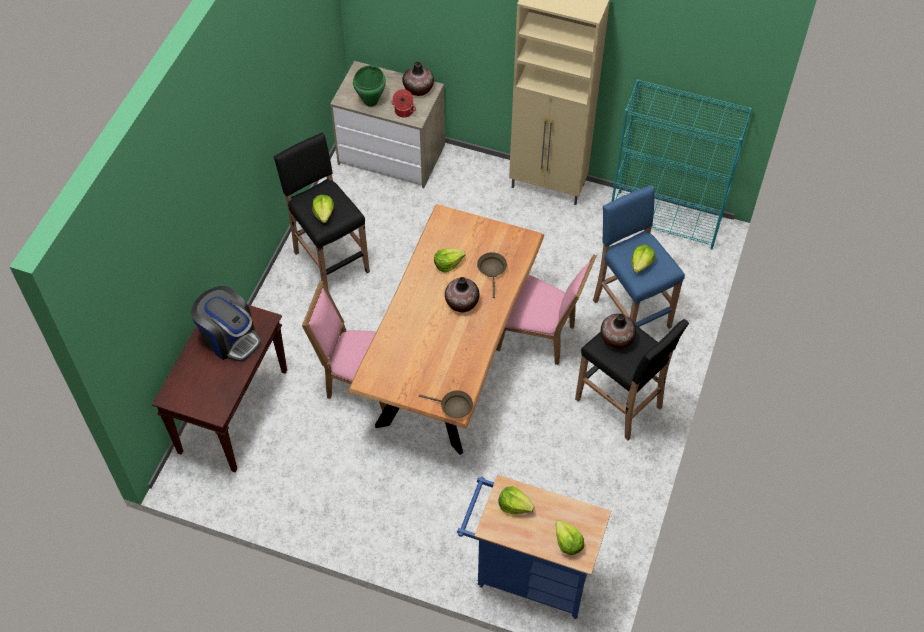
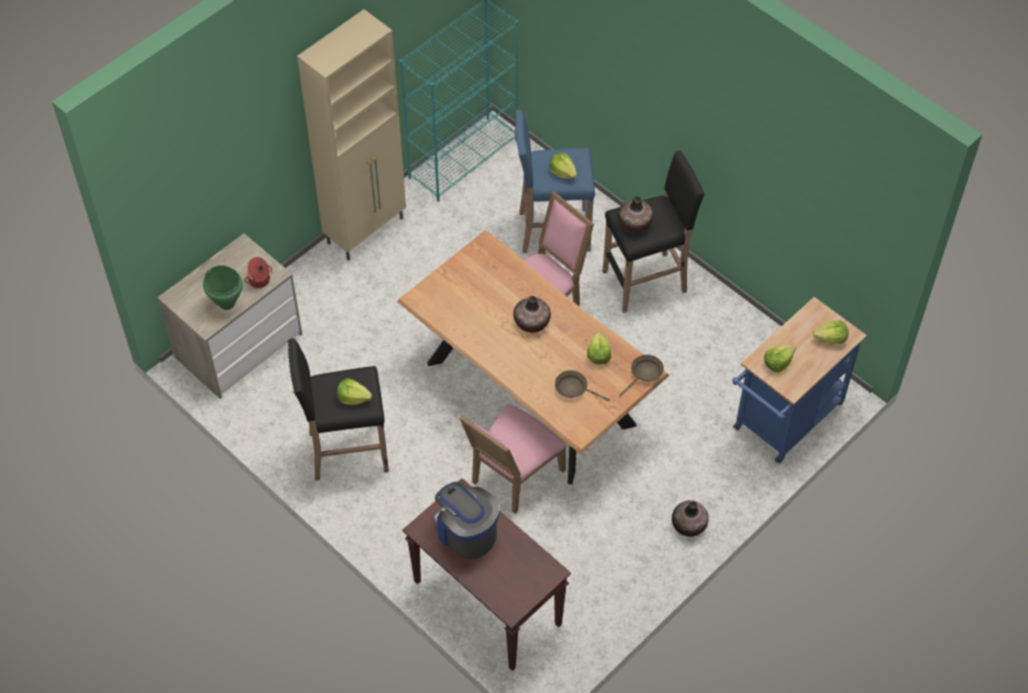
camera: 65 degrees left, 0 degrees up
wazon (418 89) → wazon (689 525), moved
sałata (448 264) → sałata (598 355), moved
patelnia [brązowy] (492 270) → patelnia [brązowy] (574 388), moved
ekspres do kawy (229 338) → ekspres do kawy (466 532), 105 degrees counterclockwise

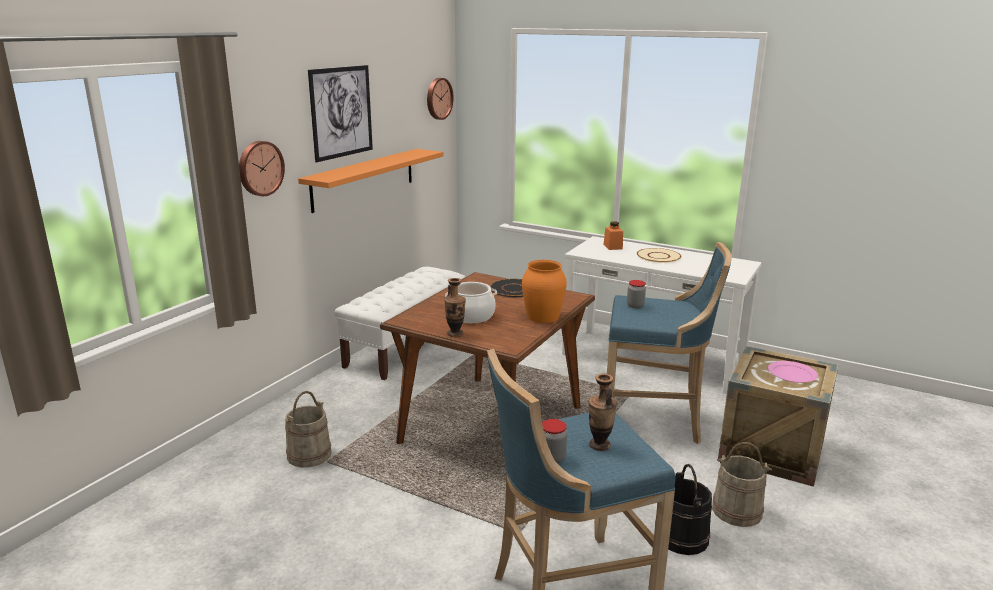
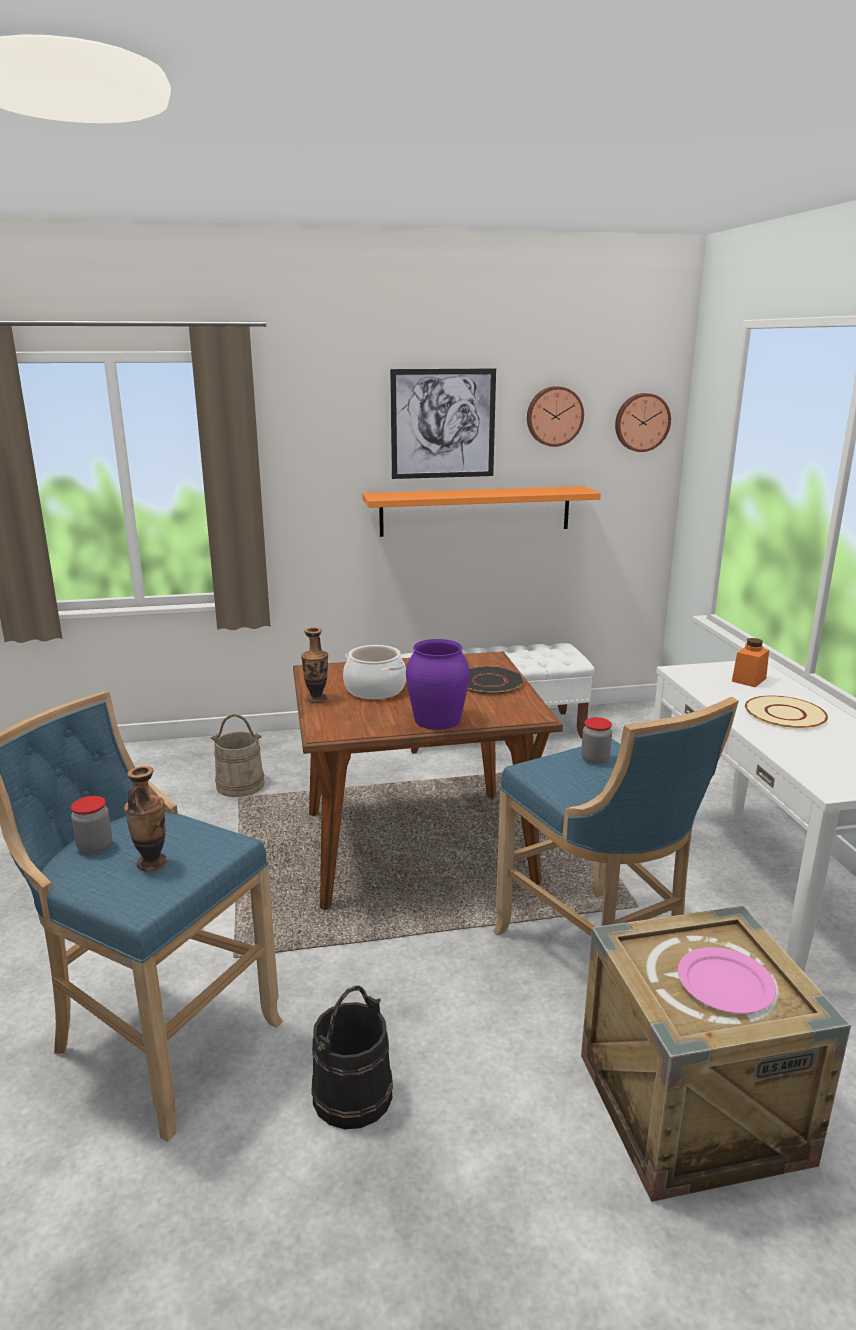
camera: 50 degrees right, 0 degrees up
zegar ścienny (259 168) → zegar ścienny (554 416), moved
wazon [pomarańczowy] (543 316) → wazon [fioletowy] (438 720)
wiadro [beżowy] (736 511) → -

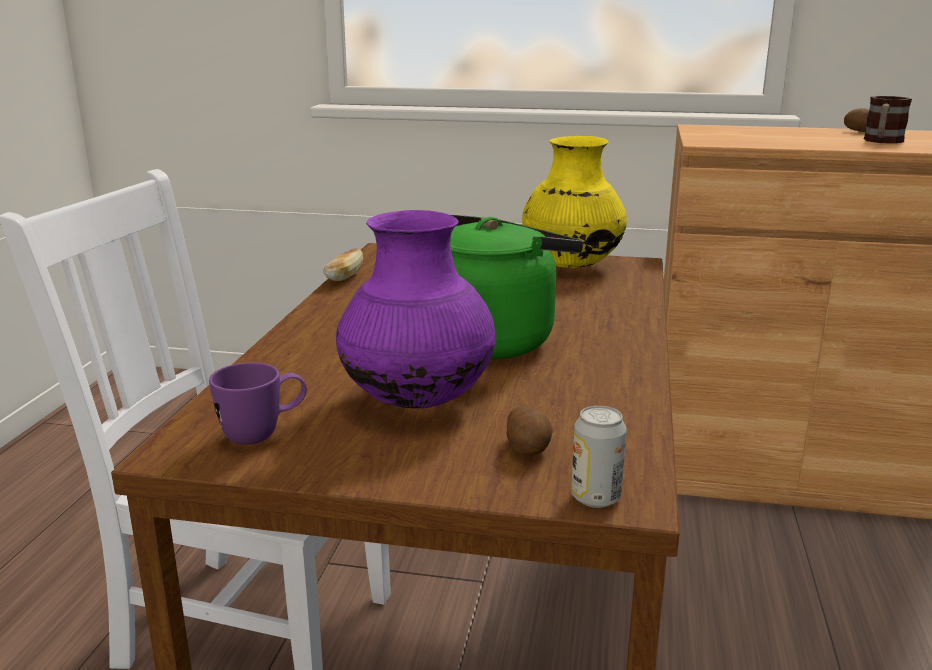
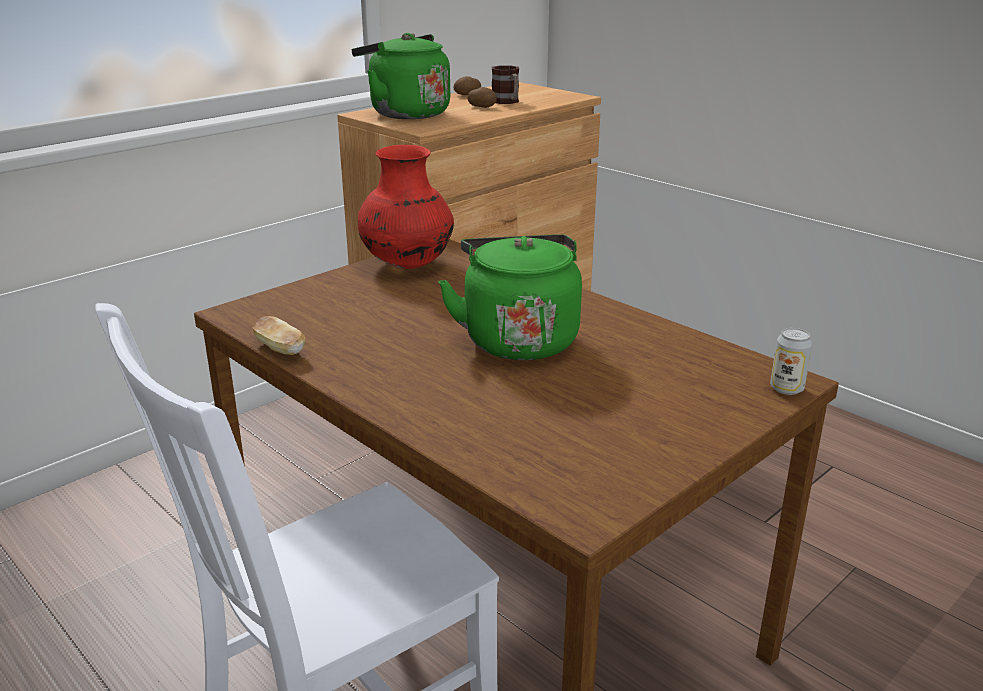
camera: 55 degrees left, 5 degrees up
wazon [żółty] (571 265) → wazon [czerwony] (407 264)
wazon [fioletowy] (418 401) → -
kubek [fioletowy] (263 434) → -
ziemniak (528 448) → ziemniak (482 107), moved
- → czajnik [zielony] (405 113)

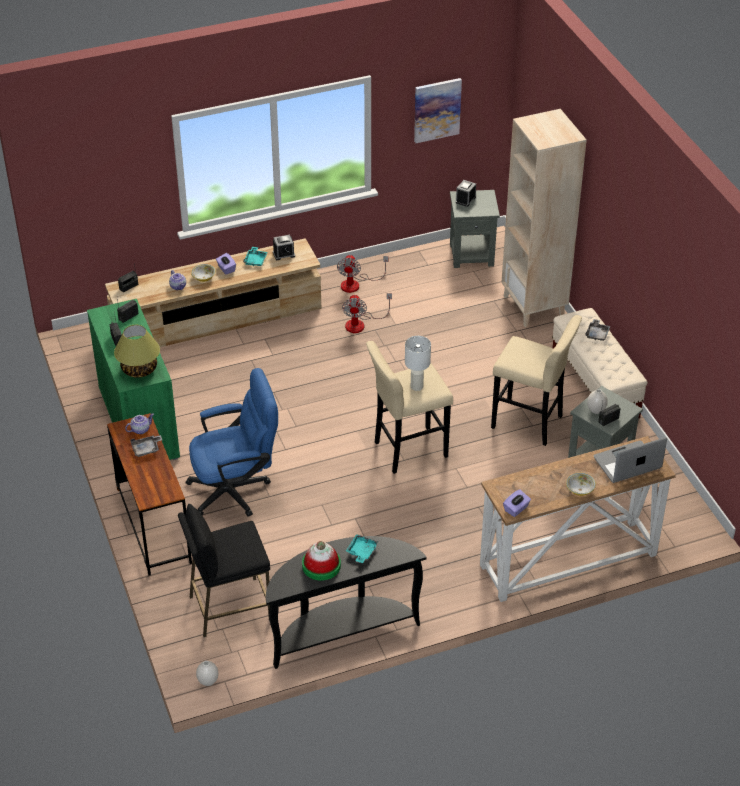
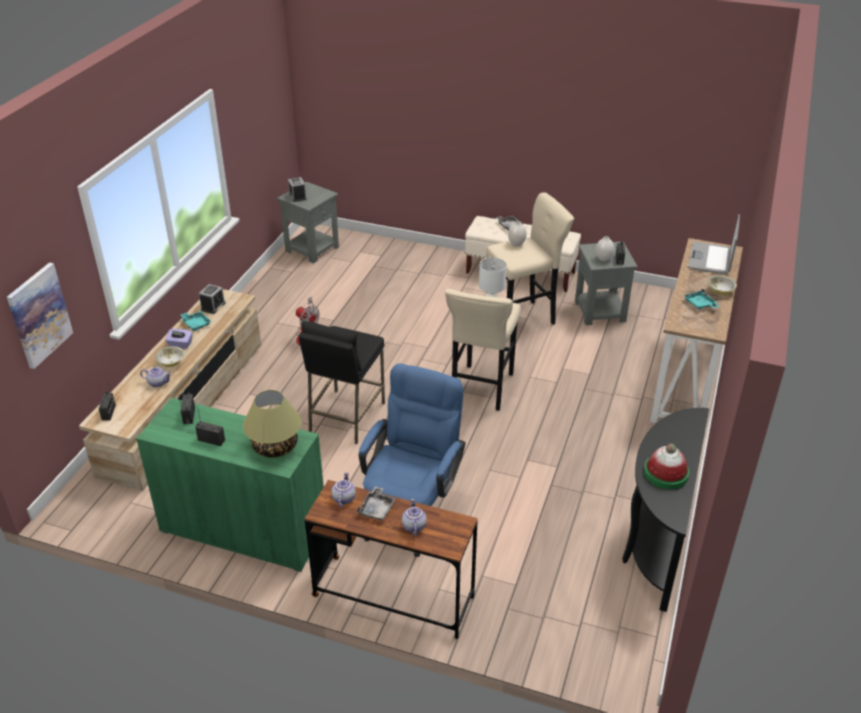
camera: 50 degrees left, 5 degrees down
obraz (437 110) → obraz (39 315), moved
regał [beżowy] (534 306) → -
wentylator (356 284) → -
pudełko chusteczek [fioletowy] (516 509) → -
stołek [czarny] (229 608) → stołek [czarny] (346 417), moved
taca [turkusowy] (361 552) → taca [turkusowy] (700 304), moved
wazon [biały] (208 681) → wazon [biały] (516 244), moved
- → imbryk (413 526)

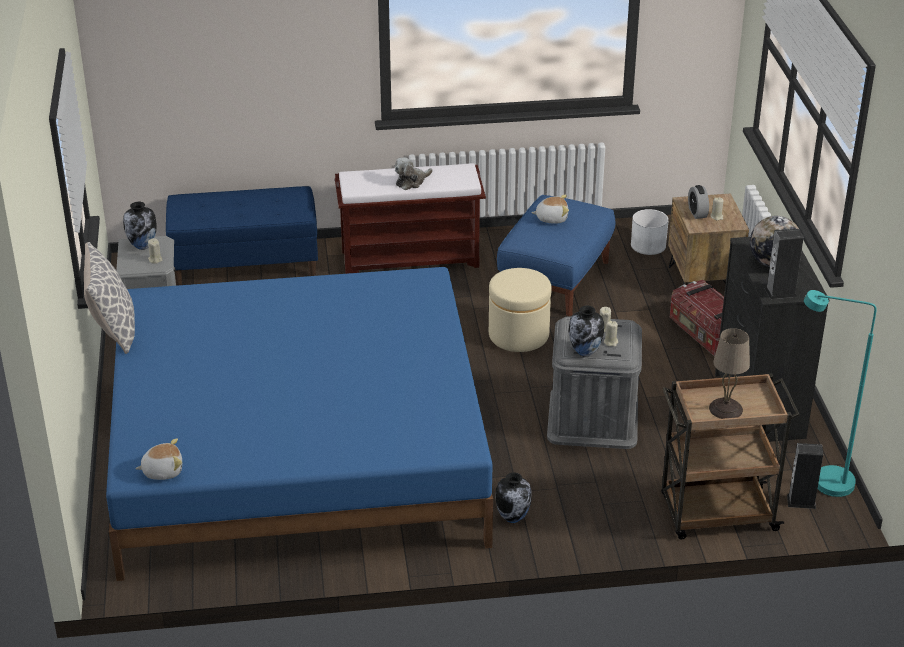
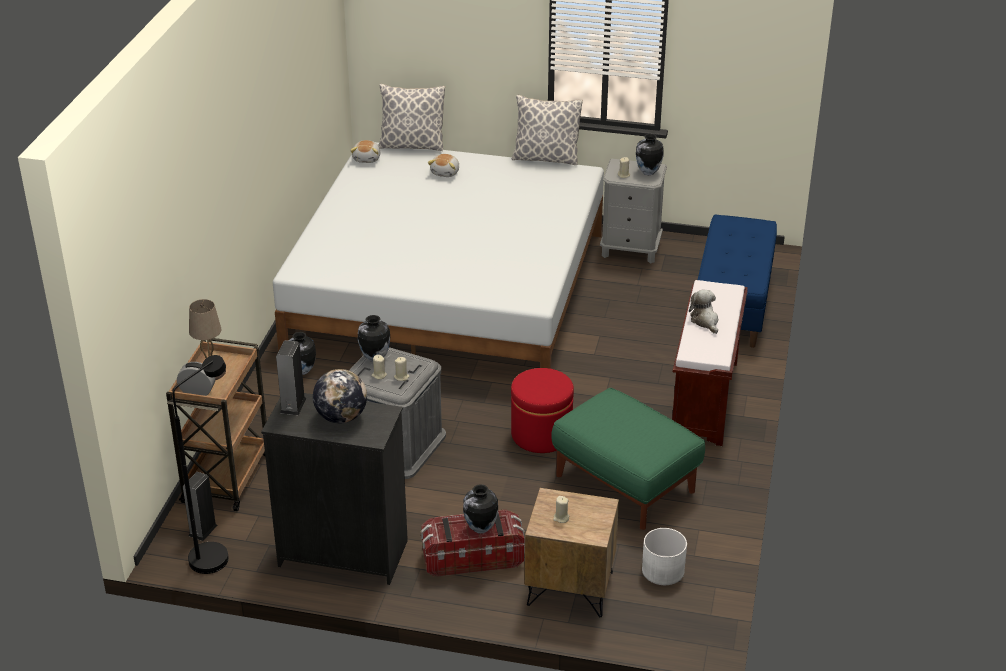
camera: 110 degrees right, 0 degrees up
budzik (697 213) → budzik (197 390), moved
pufa [niebieski] (556 279) → pufa [zielony] (625 483)
pluszak (551 218) → pluszak (446 172), moved
łóżko [niebieski] (298 451) → łóżko [biały] (449 291)
pufa [beżowy] (518 335) → pufa [czerwony] (541 434)
lampa stojąca [turkusowy] (821 482) → lampa stojąca [czarny] (215 553)
- → poduszka (412 145)
- → wazon (480 529)

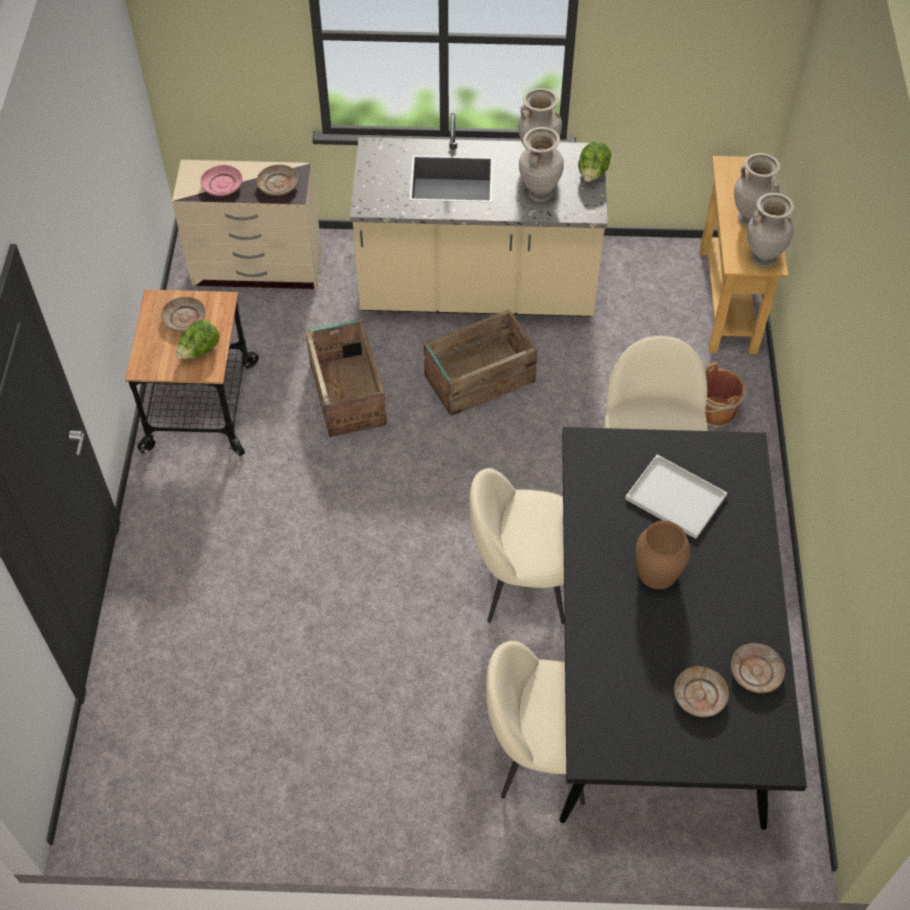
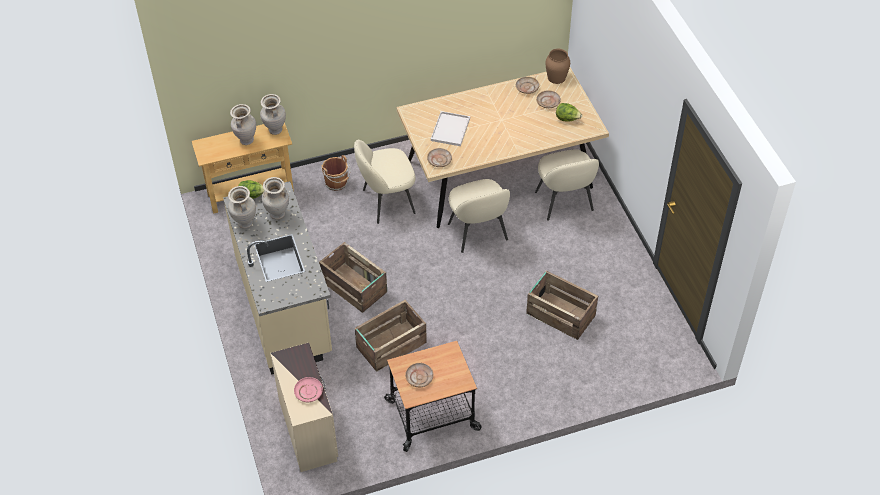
camera: 110 degrees left, 5 degrees down
talerz [beżowy] (278 185) → talerz [beżowy] (439 160), moved
sałata (199 351) → sałata (567 119), moved
stół jadalny [czarny] (655 668) → stół jadalny [beżowy] (500 173)
wazon [brązowy] (658 572) → wazon [brązowy] (556 77), moved
- → skrzynka (560 314)

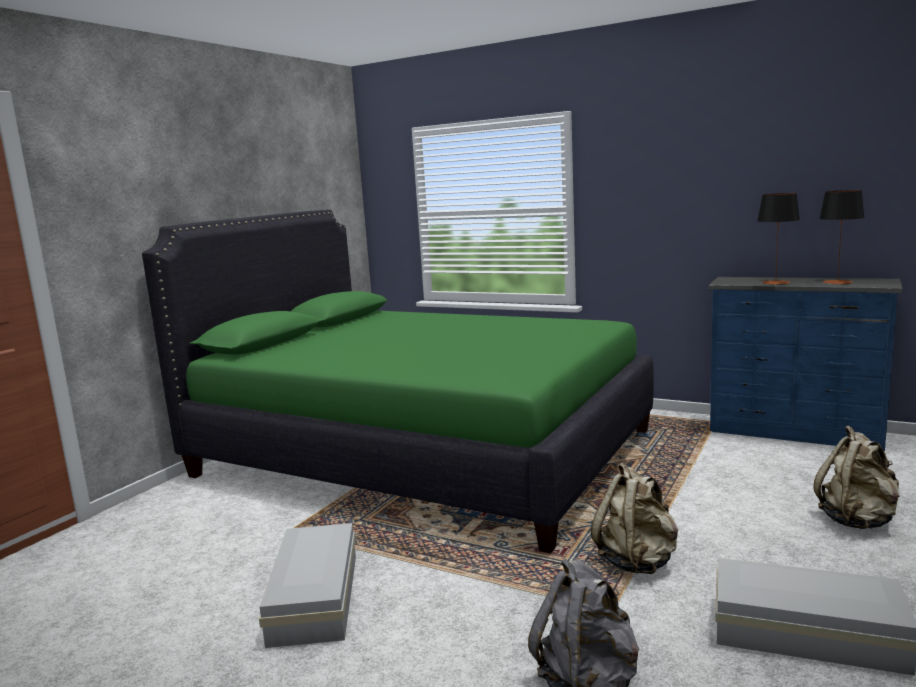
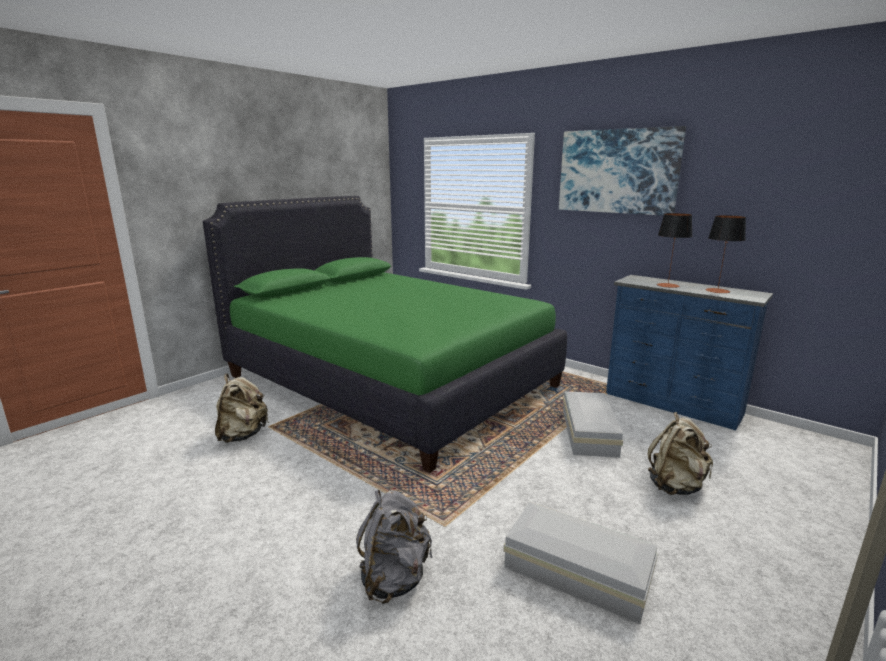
camera: 10 degrees right, 5 degrees up
plecak [beżowy] (637 561) → plecak [beżowy] (243 435), moved
pojemnik do przechowywania [biały] (317 596) → pojemnik do przechowywania [biały] (590 432), moved
- → obraz (617 171)

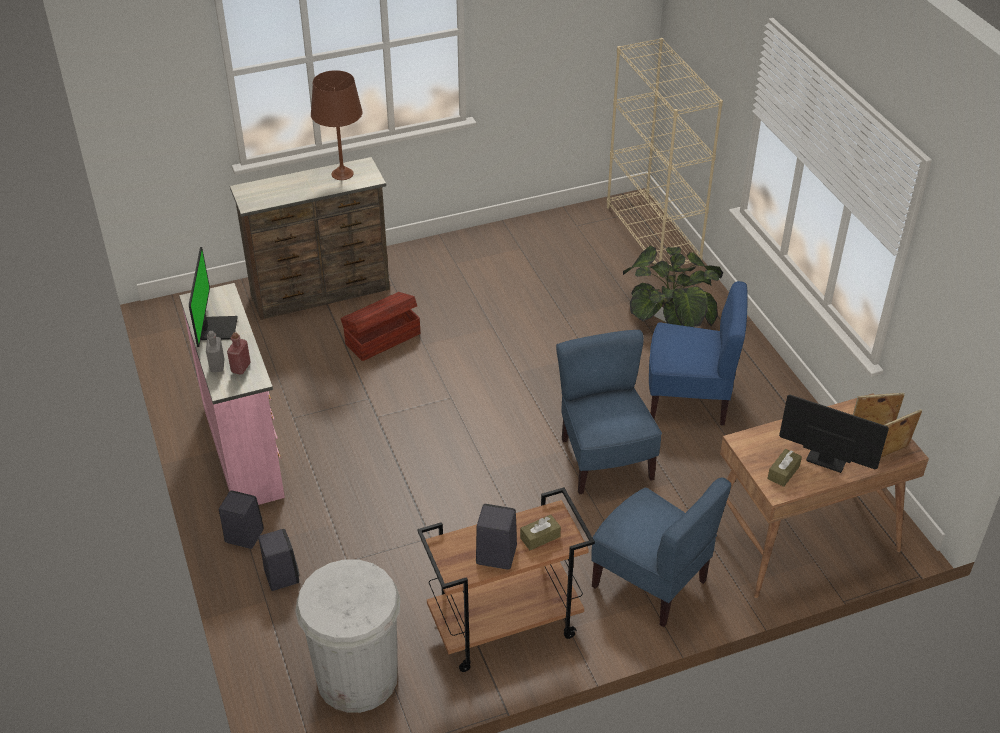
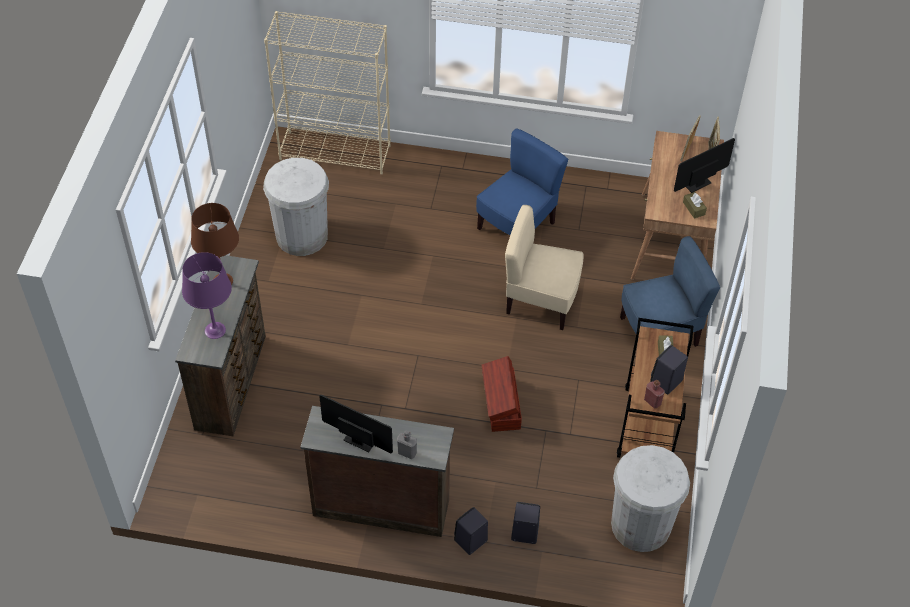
camera: 60 degrees left, 10 degrees up
roślina doniczkowa (670 315) → -
komoda [różowy] (245 450) → komoda [brązowy] (380 506)
pojemnik do przechowywania [brązowy] (381 338) → pojemnik do przechowywania [brązowy] (501 405), moved
krzesło [niebieski] (604 460) → krzesło [beżowy] (541 301)
butelka [czerwony] (240 367) → butelka [czerwony] (652 401), moved
- → kosz na śmieci [biały] (301 236)
- → lampa stołowa [fioletowy] (215 330)

